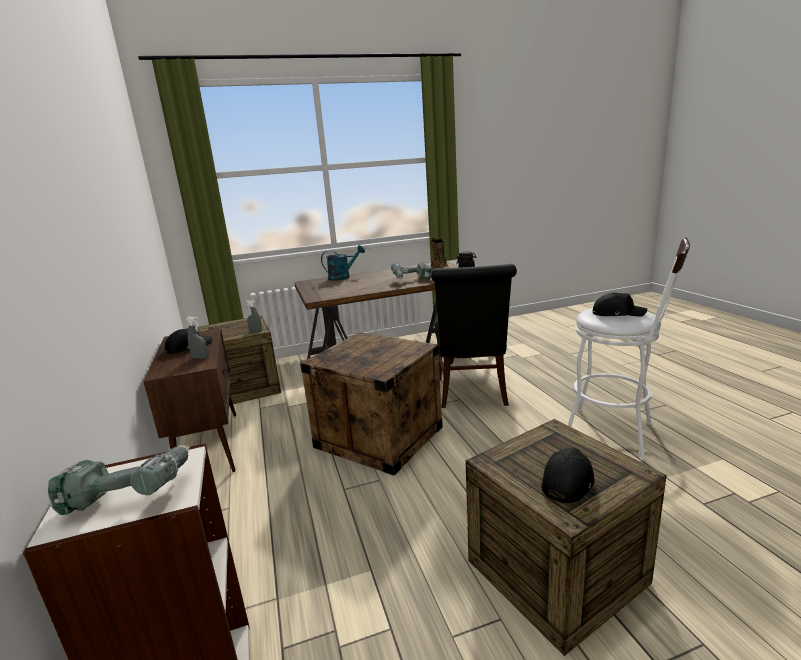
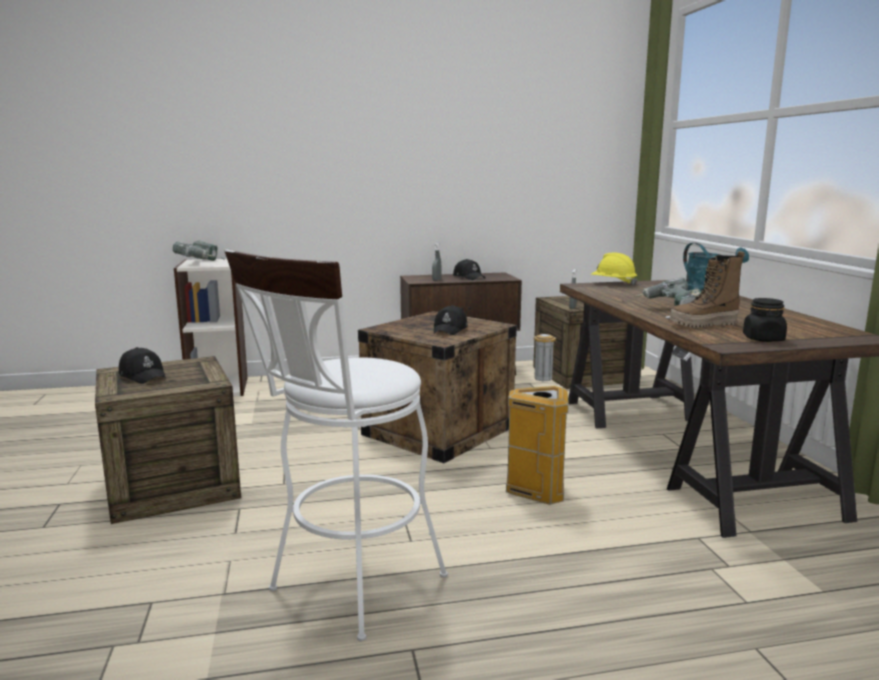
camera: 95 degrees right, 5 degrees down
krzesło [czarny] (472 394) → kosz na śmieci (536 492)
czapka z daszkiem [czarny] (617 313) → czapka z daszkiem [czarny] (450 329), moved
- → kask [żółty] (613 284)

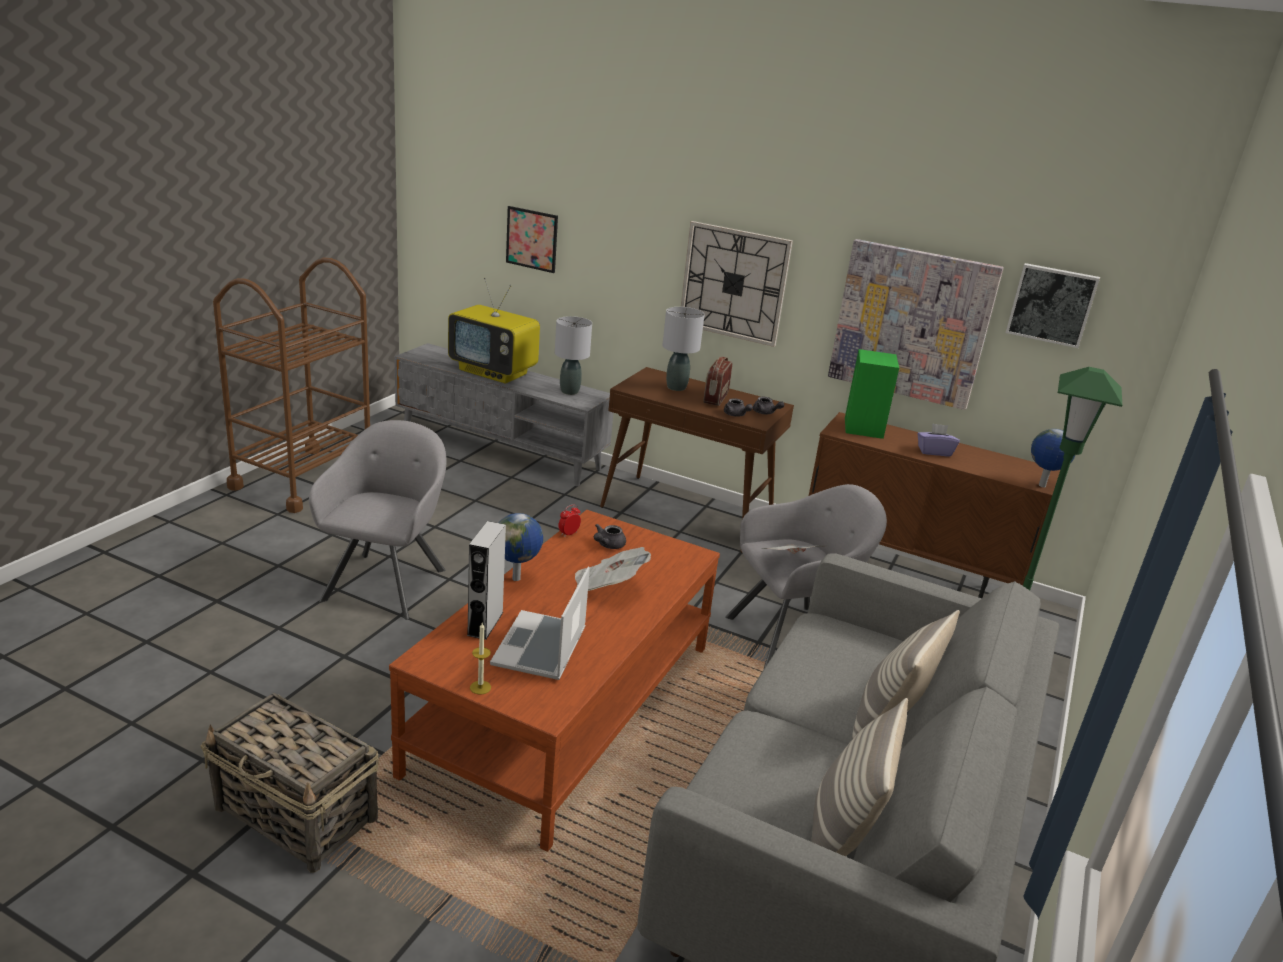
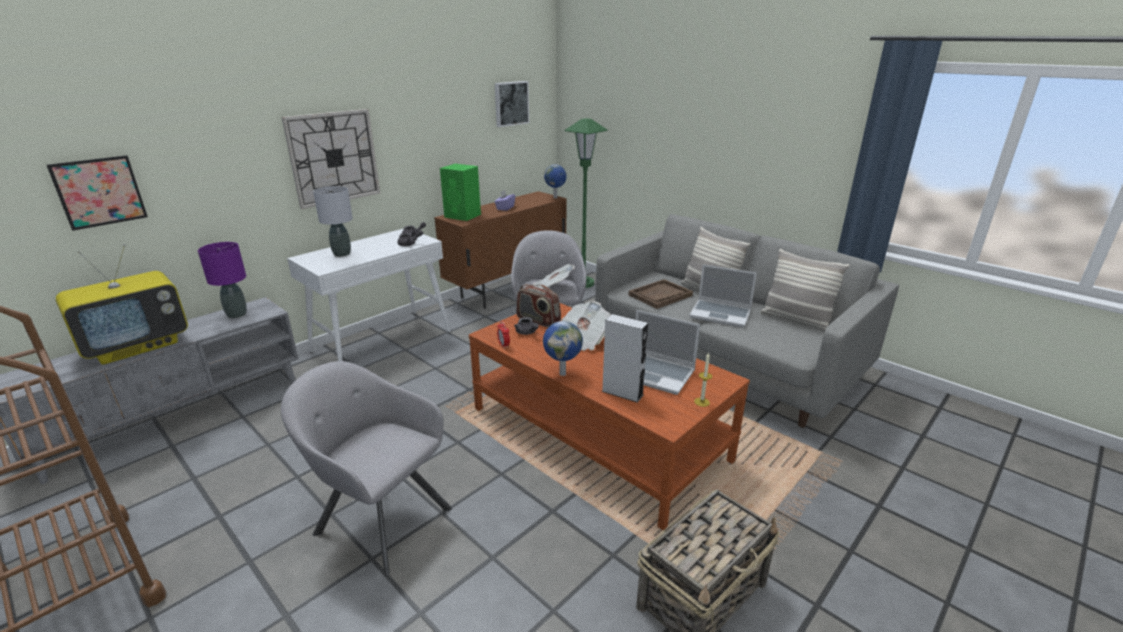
camera: 70 degrees left, 0 degrees up
obraz (911 323) → -
lampa stołowa [szary] (569 392) → lampa stołowa [fioletowy] (237 314)
radio (715 398) → radio (538 320), moved
stolik konsolowy [brązowy] (688 513) → stolik konsolowy [biały] (382 341)
- → laptop (721 314)
- → taca [brązowy] (660 295)

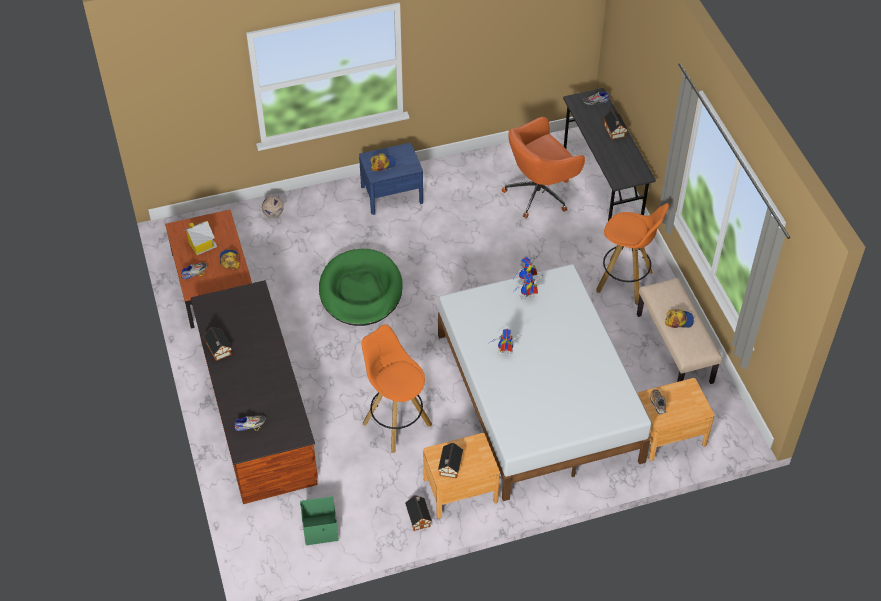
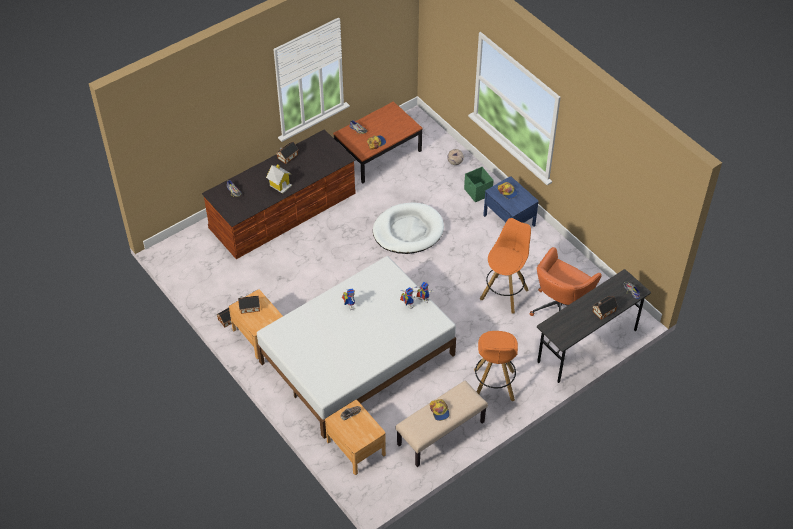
camera: 70 degrees right, 0 degrees up
krzesło biurowe [pomarańczowy] (540 193) → krzesło biurowe [pomarańczowy] (560 308), 90 degrees counterclockwise
domek (201 245) → domek (280 185), moved
legowisko [zielony] (361 291) → legowisko [biały] (408 231)
stołek [pomarańczowy] (396 423) → stołek [pomarańczowy] (504 294), moved
pojemnik do przechowywania [zielony] (321 530) → pojemnik do przechowywania [zielony] (478 192), moved

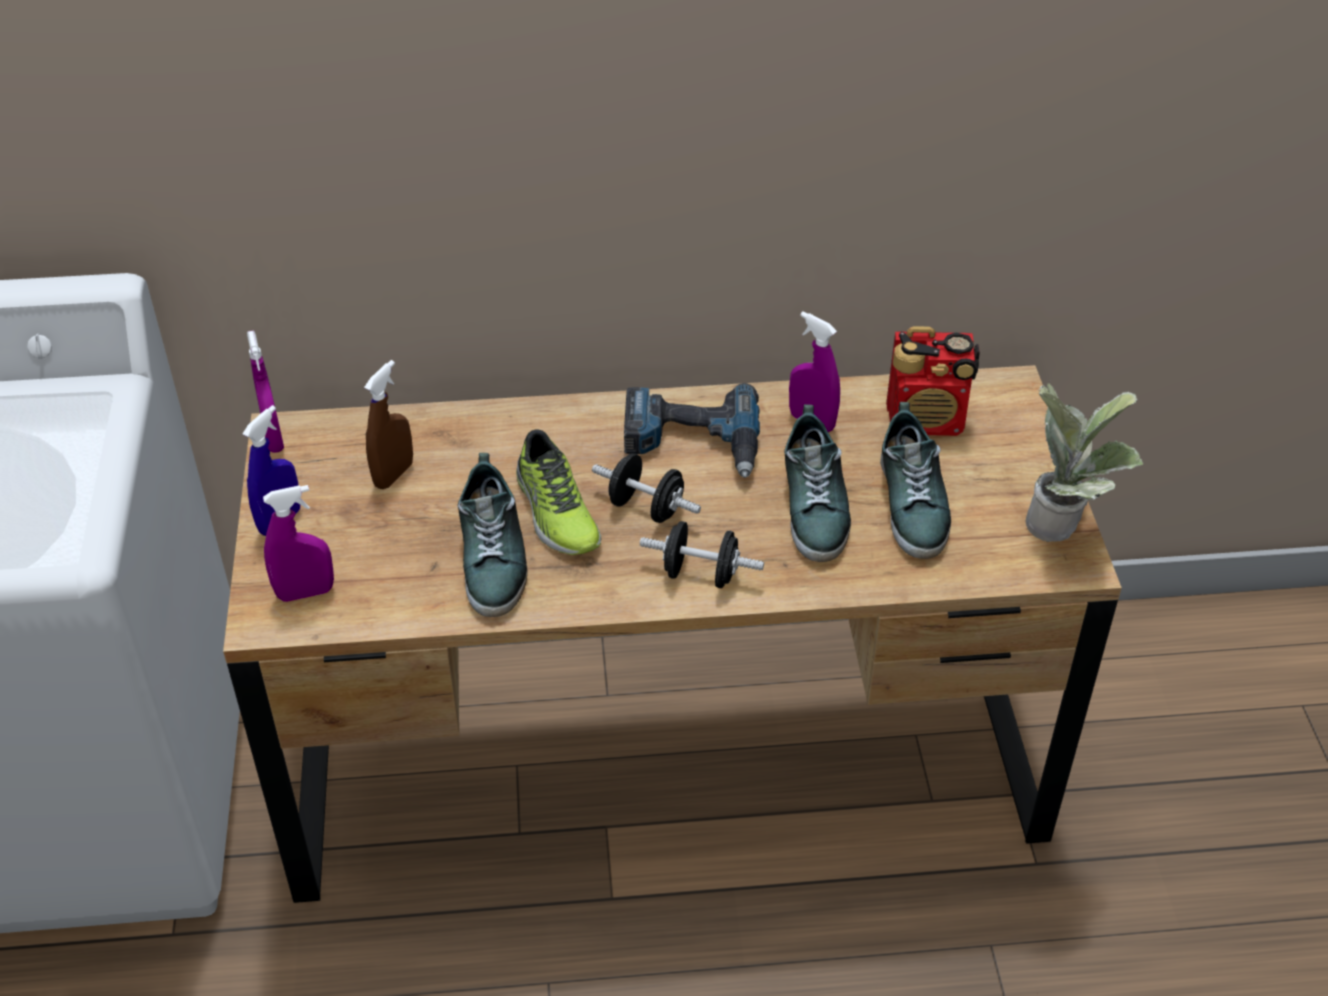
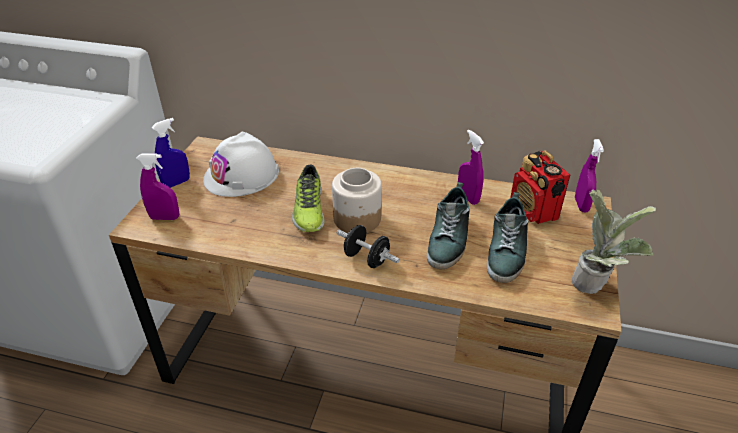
camera: 20 degrees right, 5 degrees down
radio (927 420) → radio (534 211), 45 degrees clockwise
spryskiwacz [fioletowy] (274 439) → spryskiwacz [fioletowy] (581 205), moved
spryskiwacz [brązowy] (393 475) → kask [biały] (242 175)
wiertarka (692 442) → -
but (494 557) → -
hantel [czarny] (646 508) → słoik (356 218)

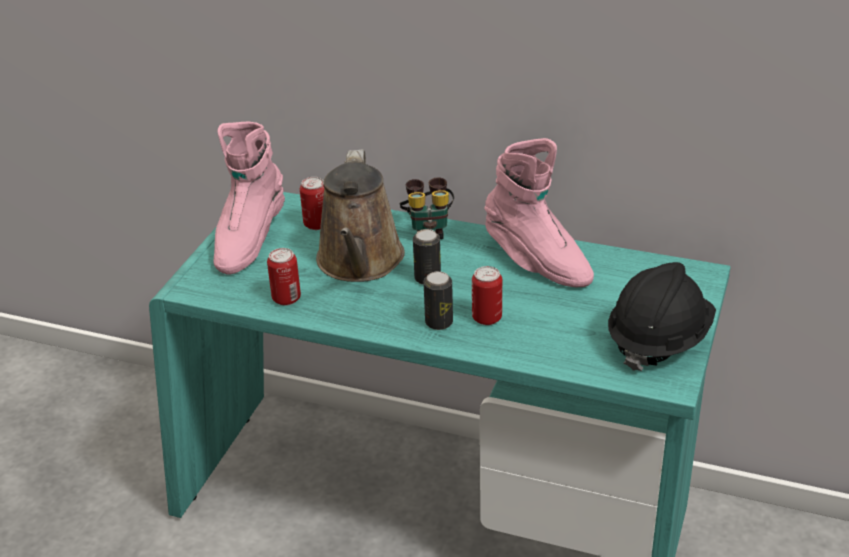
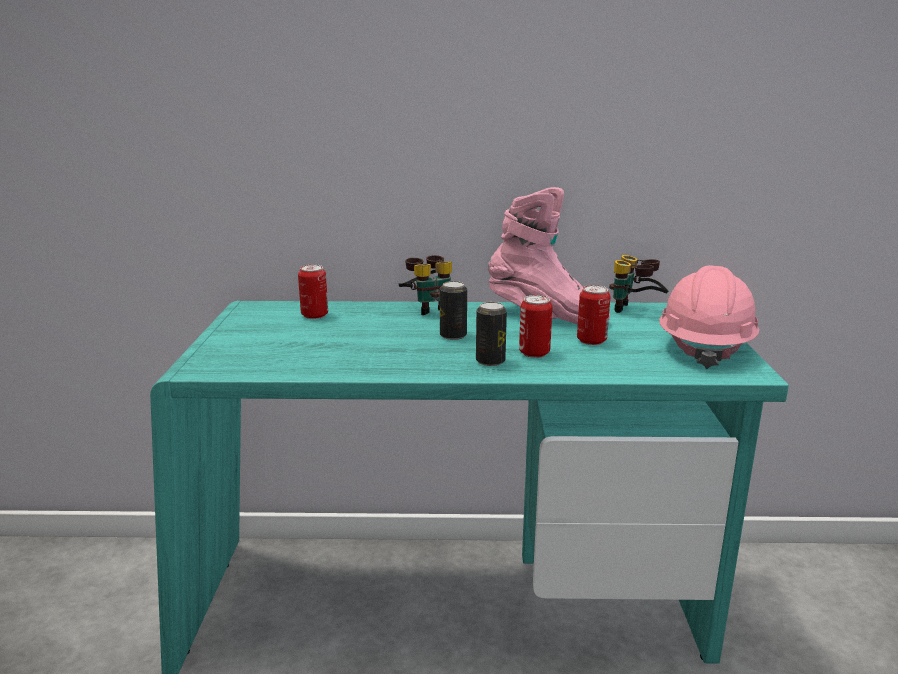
camera: 20 degrees left, 15 degrees down
but z cholewką [różowy] (249 241) → -
konewka [brązowy] (360 262) → -
puszka (286 298) → puszka (591 340), moved
kask [czarny] (658 340) → kask [różowy] (704 348)
- → lornetka (635 311)

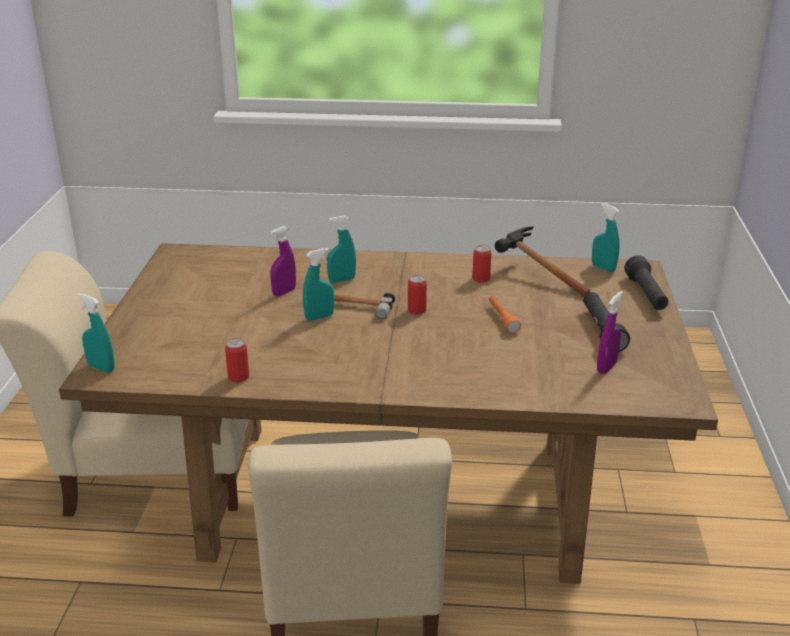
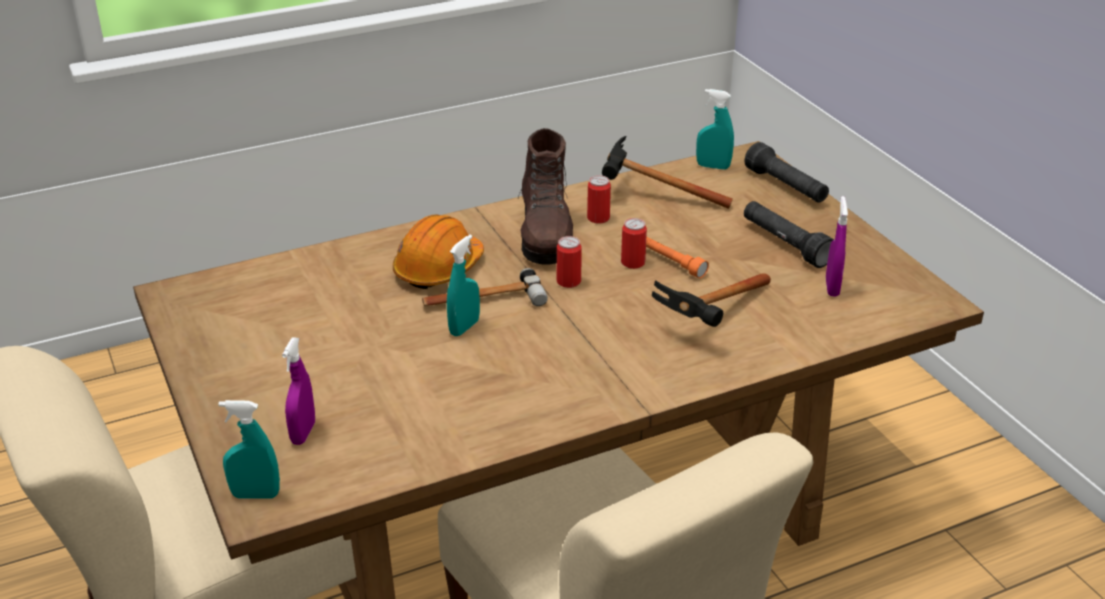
camera: 30 degrees left, 5 degrees up
spryskiwacz [turkusowy] (341 280) → kask [pomarańczowy] (438 268)
spryskiwacz [fioletowy] (284 292) → spryskiwacz [fioletowy] (303 433), moved
puszka (238 377) → puszka (633 262), moved
- → but z cholewką [brązowy] (545 236)
- → młotek (712 322)

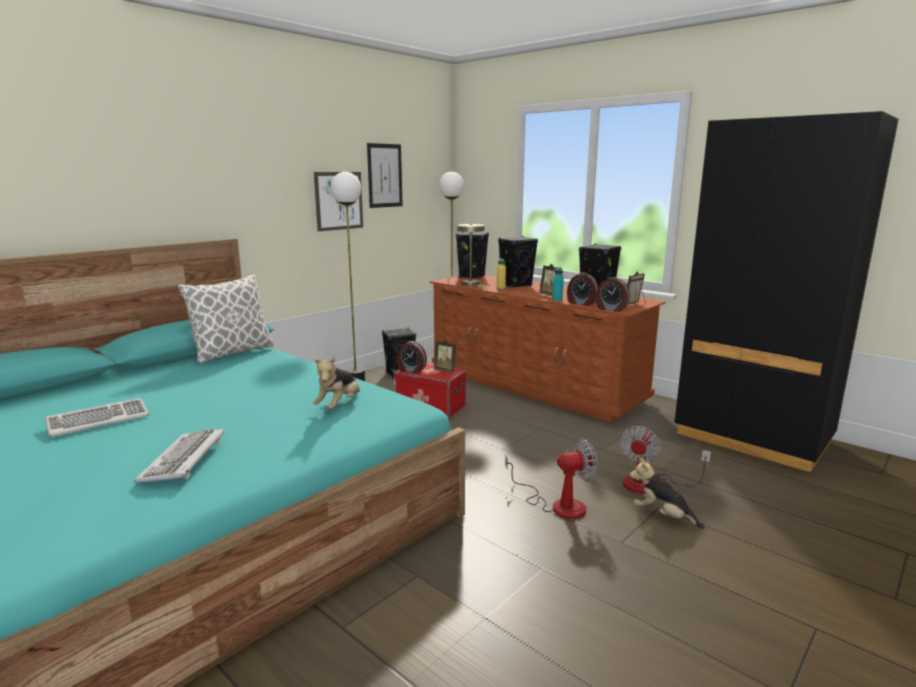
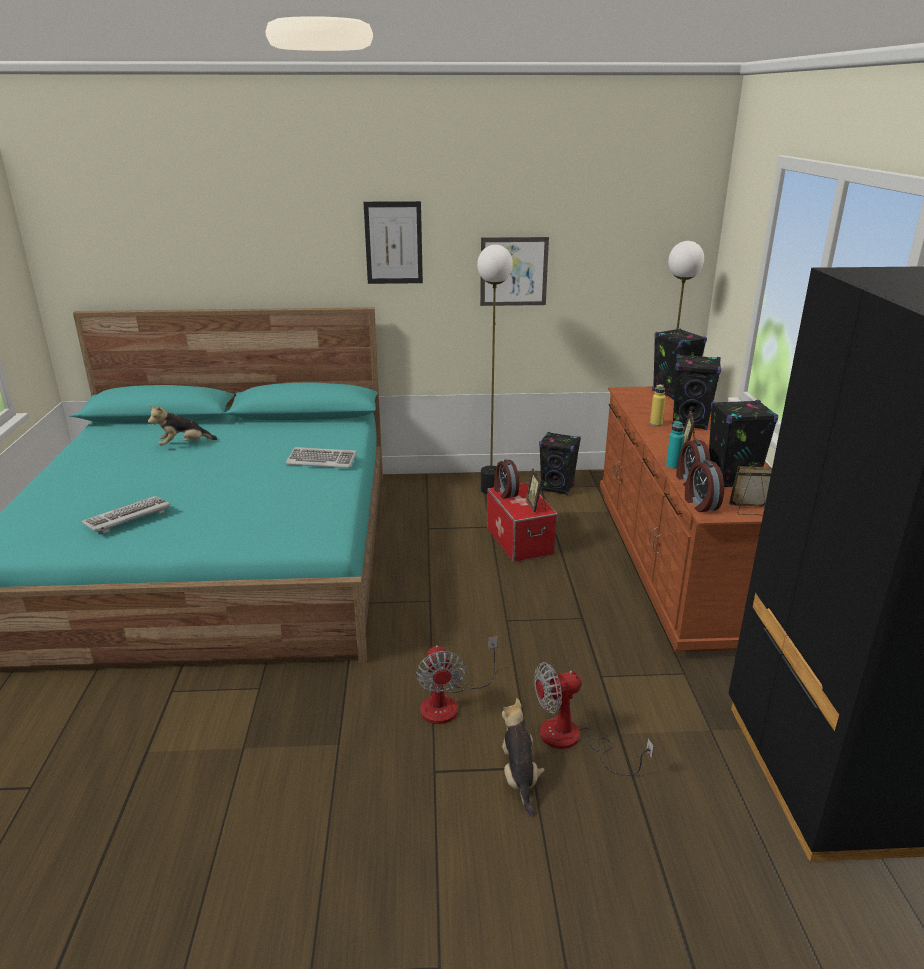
camera: 45 degrees right, 10 degrees up
obraz (384 175) → obraz (393 243), moved
lampa stołowa [beżowy] (472 285) → -
poduszka (232 353) → -
pluszak (339 405) → pluszak (183 445), moved
klawiatura (99 420) → klawiatura (322 460), moved
wentylator (558 505) → wentylator (449 702), 45 degrees clockwise

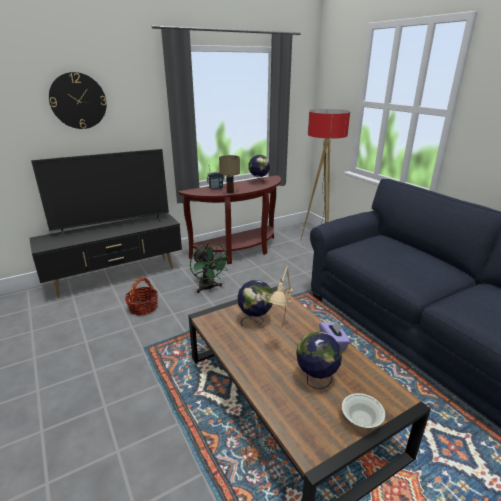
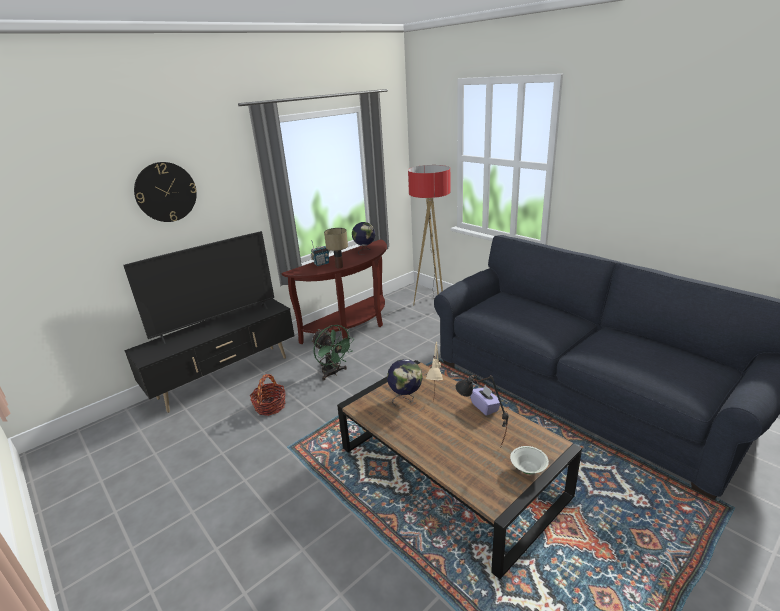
camera: 10 degrees left, 0 degrees up
globus (316 380) → lampa stołowa [czarny] (480 443)

